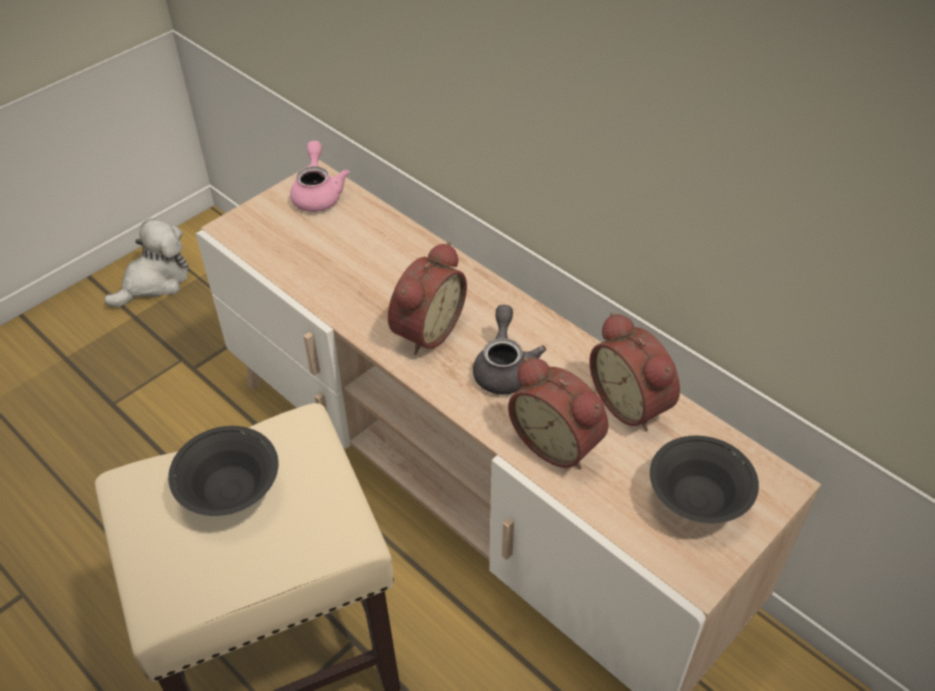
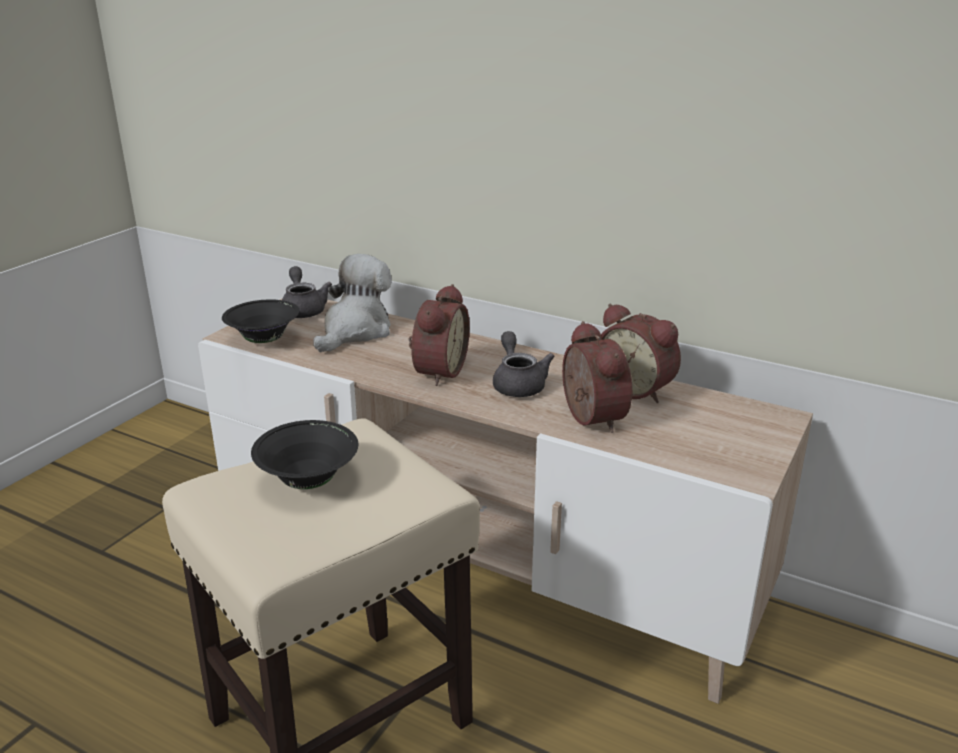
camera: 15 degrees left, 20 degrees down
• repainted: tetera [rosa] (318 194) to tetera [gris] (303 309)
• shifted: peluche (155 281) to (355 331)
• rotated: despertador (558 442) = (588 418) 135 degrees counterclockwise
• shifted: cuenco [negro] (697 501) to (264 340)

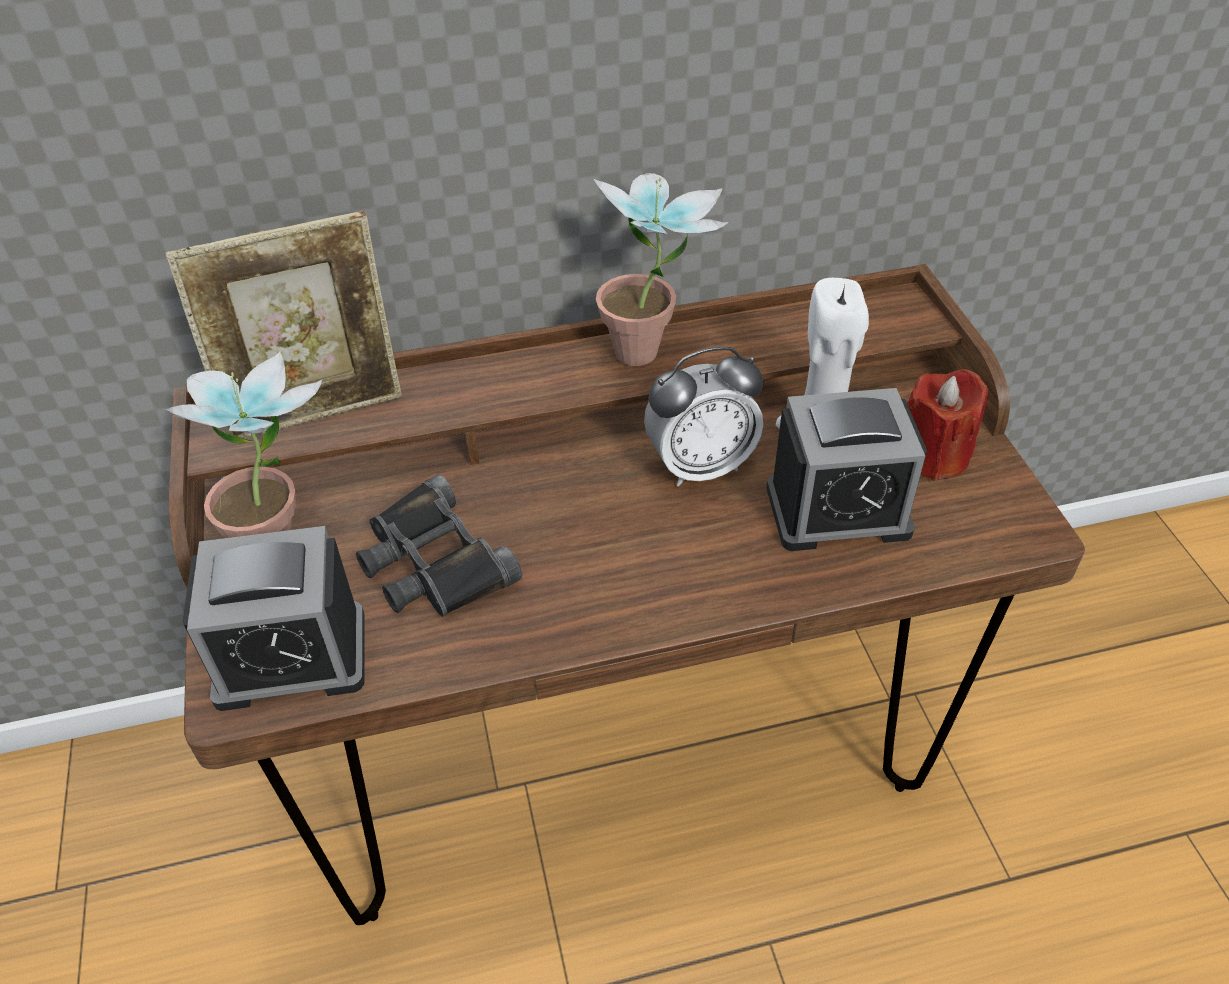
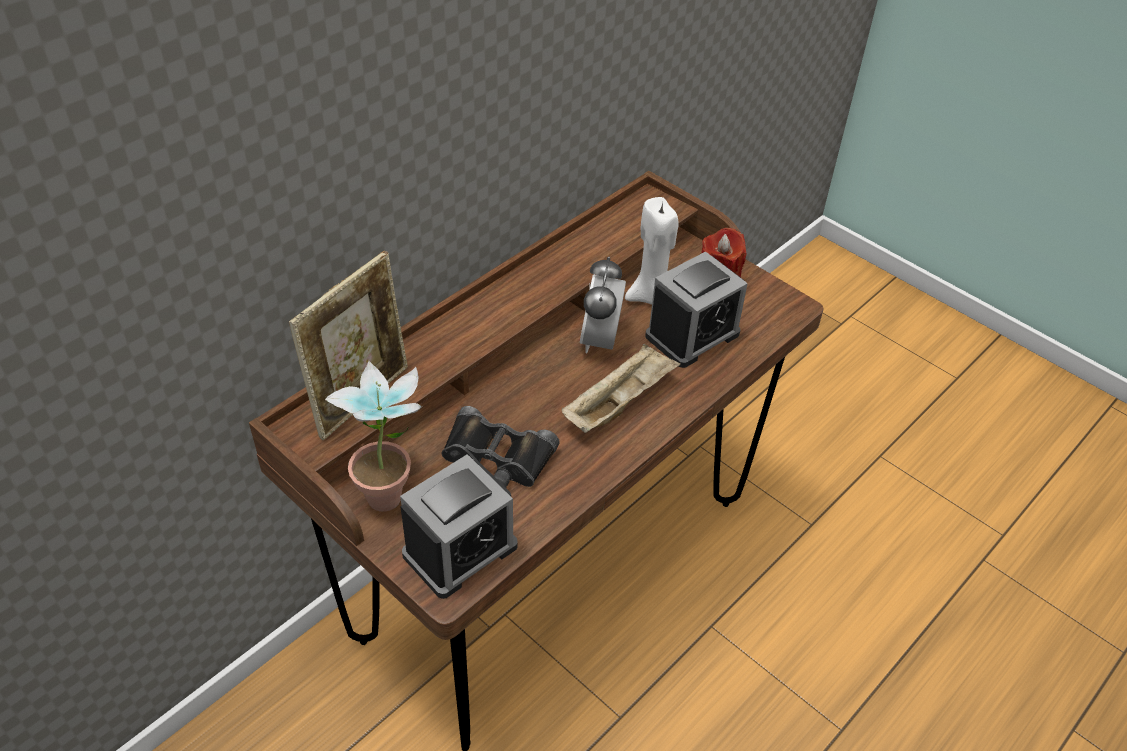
camera: 35 degrees left, 0 degrees up
• gone: planta en maceta (653 353)
• rotated: despertador (700 466) = (600 340) 150 degrees clockwise
• new: bandeja [beis] (619 402)

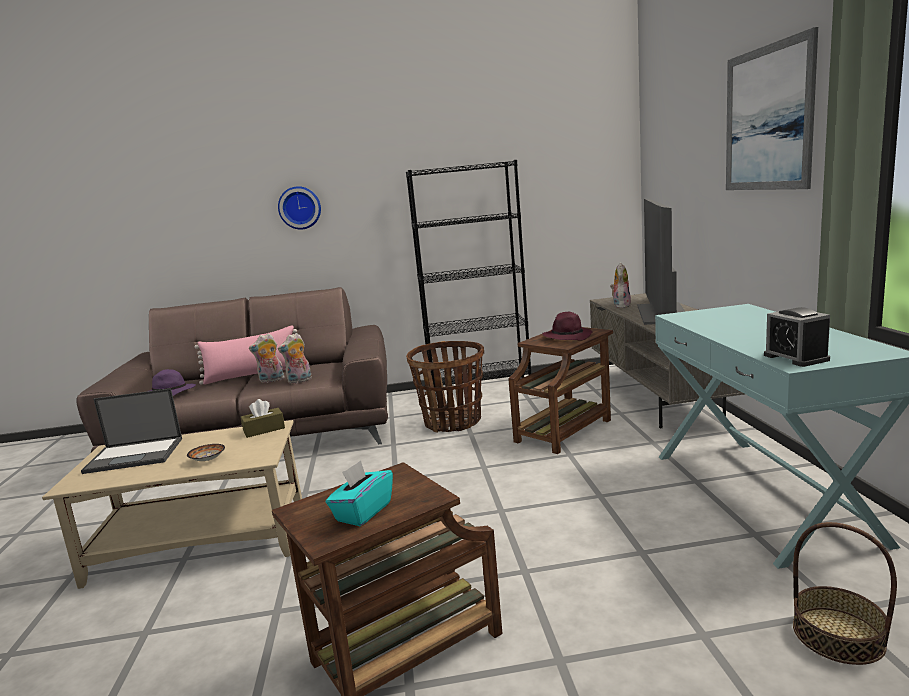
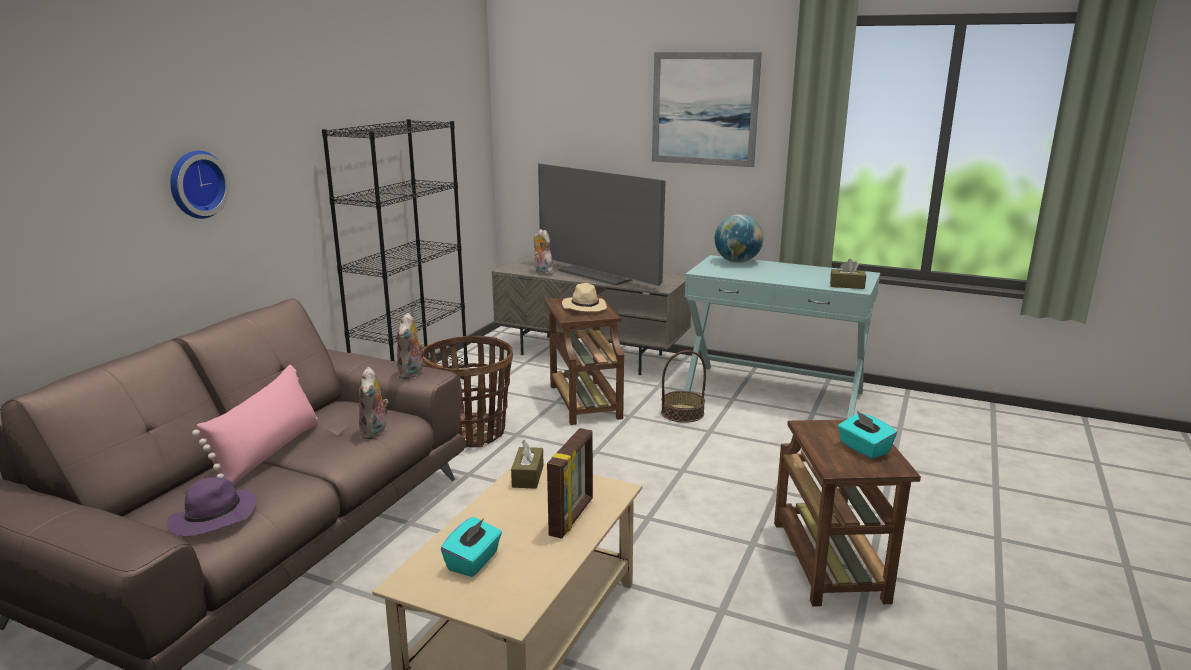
camera: 60 degrees left, 5 degrees up
• swapped: despertador (795 357) to caja de pañuelos [marrón] (847 285)
• repainted: sombrero [morado] (567 336) to sombrero [beis] (584 307)
• shifted: peluche (271 380) to (412 374)
• swapped: portátil (136 455) to caja de pañuelos [turquesa] (473 561)
• swapped: cuenco (208 460) to portarretratos (572 517)
• shifted: cesta (837 635) to (682 413)
• new: globo terráqueo (737 262)

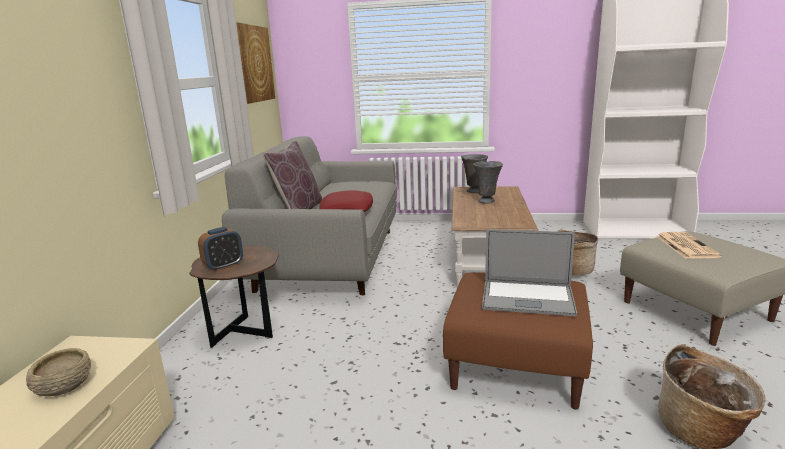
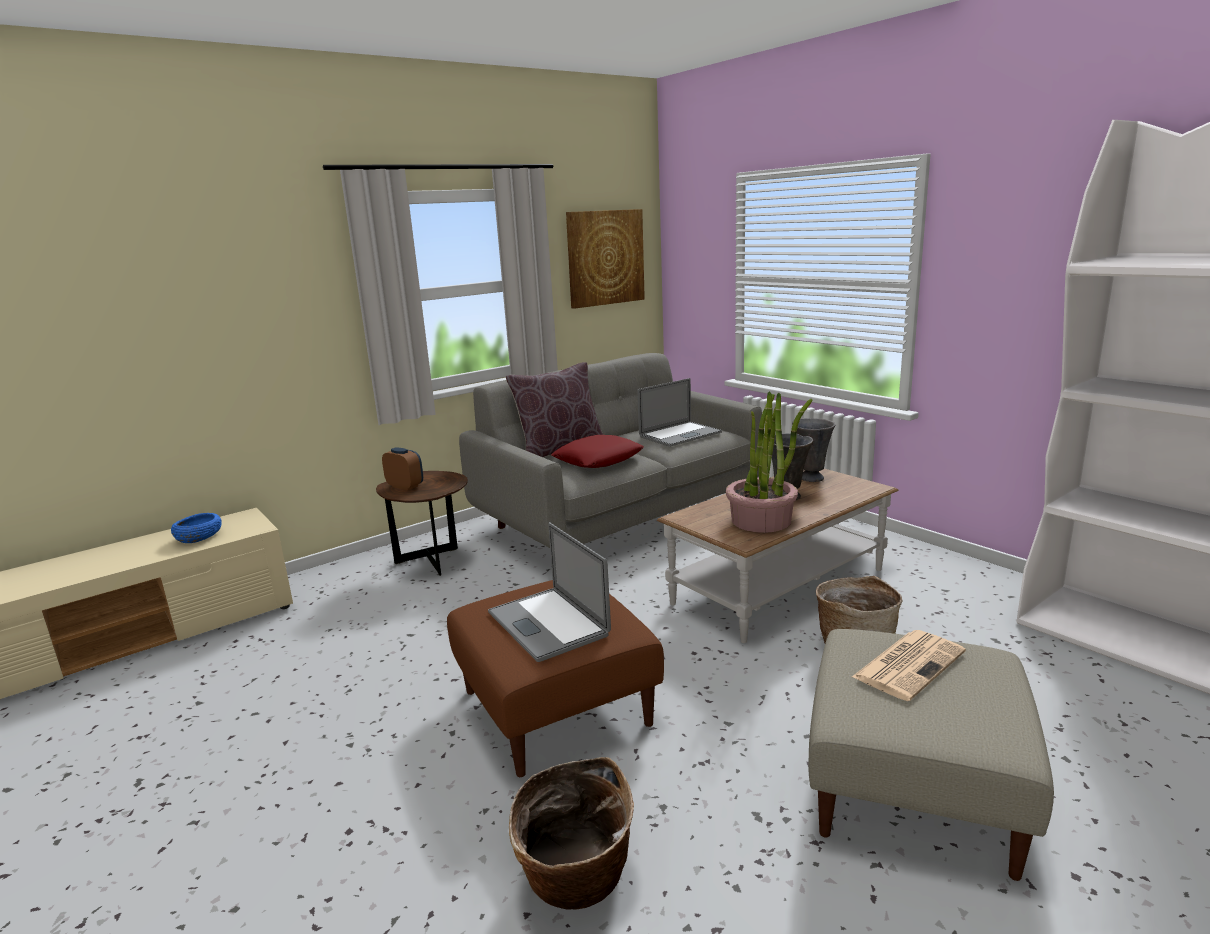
camera: 45 degrees right, 0 degrees up
• rotated: despertador (224 266) = (405 486) 150 degrees counterclockwise
• repainted: cuenco [beis] (63 384) to cuenco [azul] (199 537)
• new: portátil (680 434)
• new: planta en maceta (762 520)

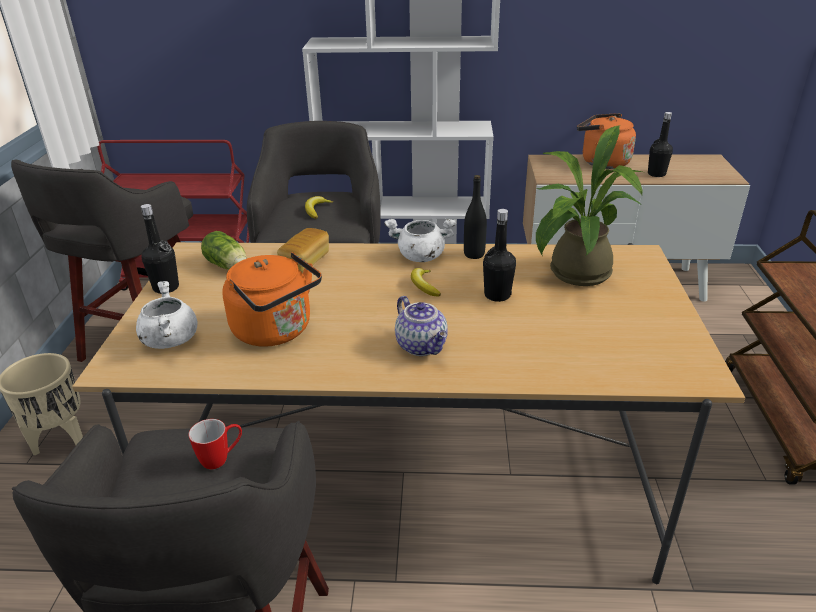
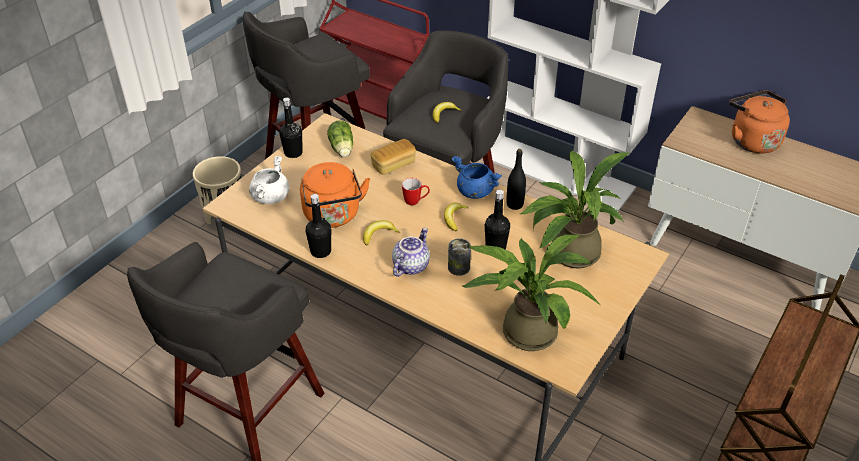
camera: 30 degrees right, 10 degrees up
• shifted: botella [negro] (656 174) to (320 251)
• repainted: olla [blanco] (420 257) to olla [azul] (474 191)
• rotated: tetera (422 346) = (410 265) 150 degrees counterclockwise
• shifted: taza grande (221 458) to (416 201)
• new: plátano (378 235)
• new: planta en maceta (524 328)
• new: lata (459 267)

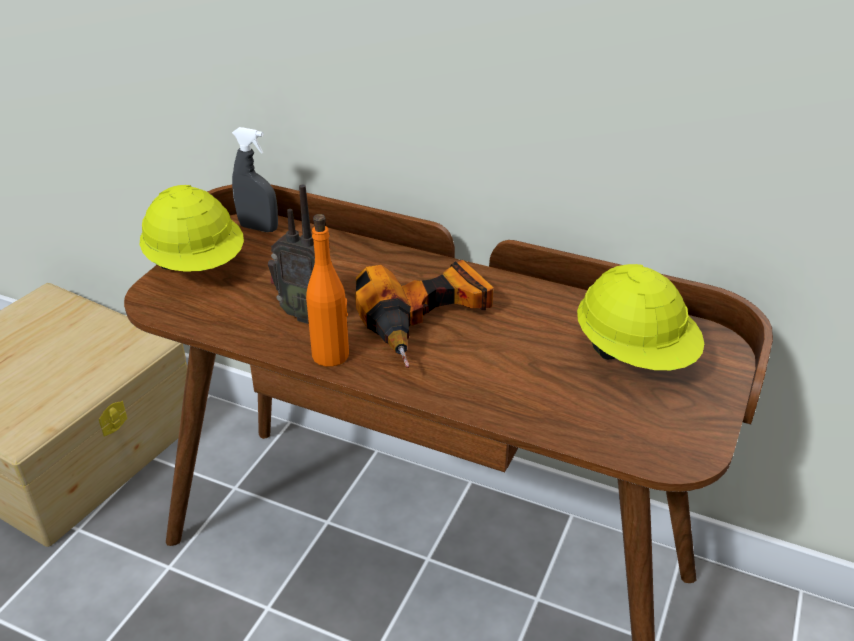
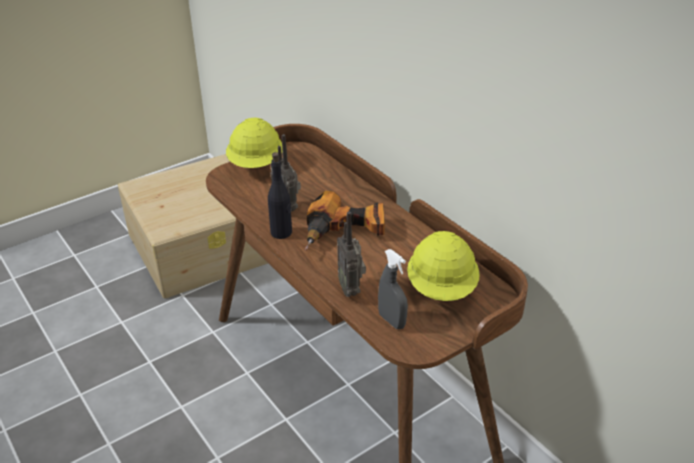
camera: 30 degrees right, 0 degrees up
• shifted: pulverizador [gris] (258 228) to (392 321)
• repainted: botella [naranja] (331 355) to botella [negro] (281 233)
• new: radio (351 289)

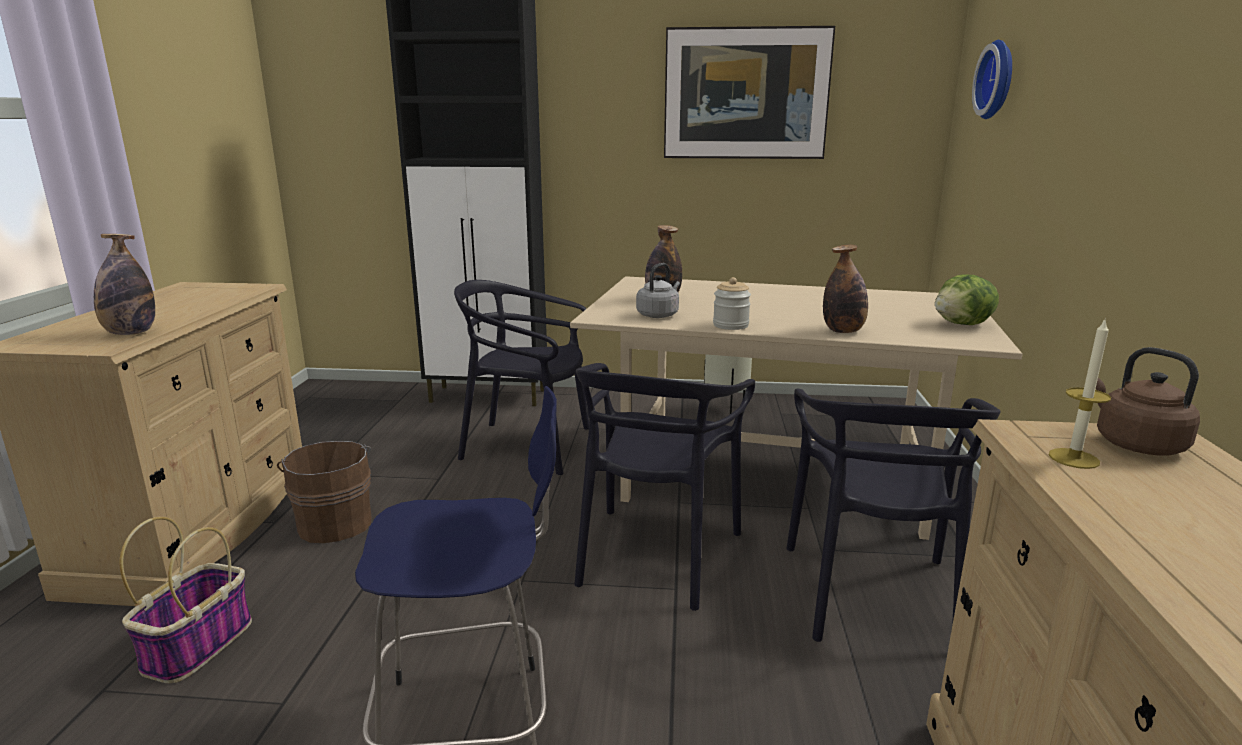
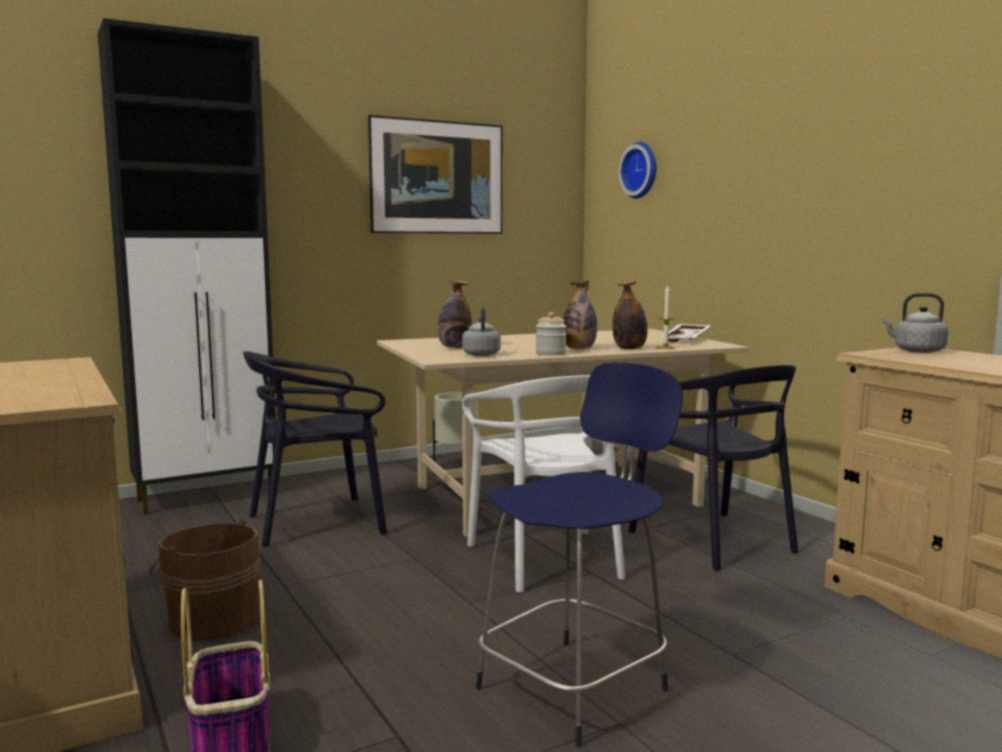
camera: 35 degrees left, 10 degrees down
• shifted: botella (131 333) to (579 349)
• swapped: lechuga (963 324) to bandeja [blanco] (686 340)
• shifted: vela (1073 458) to (665 348)
• repainted: hervidor [marrón] (1134 444) to hervidor [gris] (916 351)
• repainted: silla [negro] (656 555) to silla [blanco] (547 560)

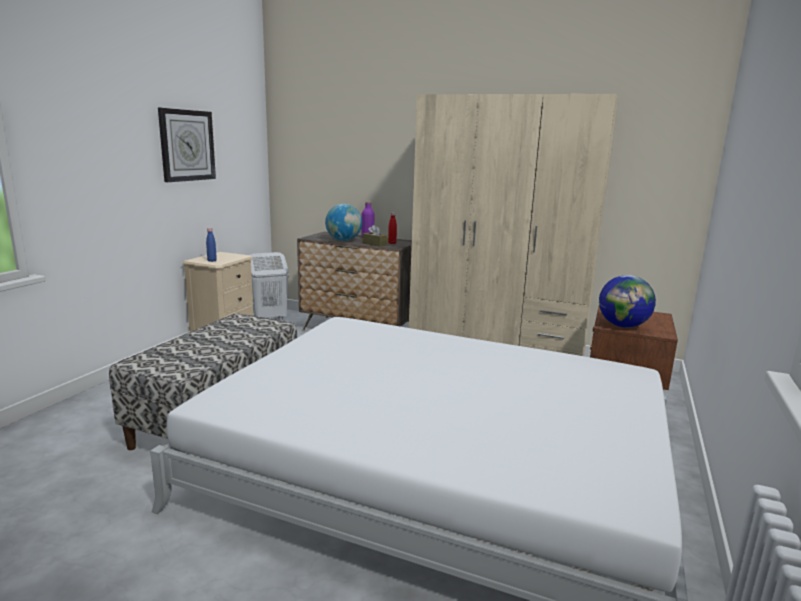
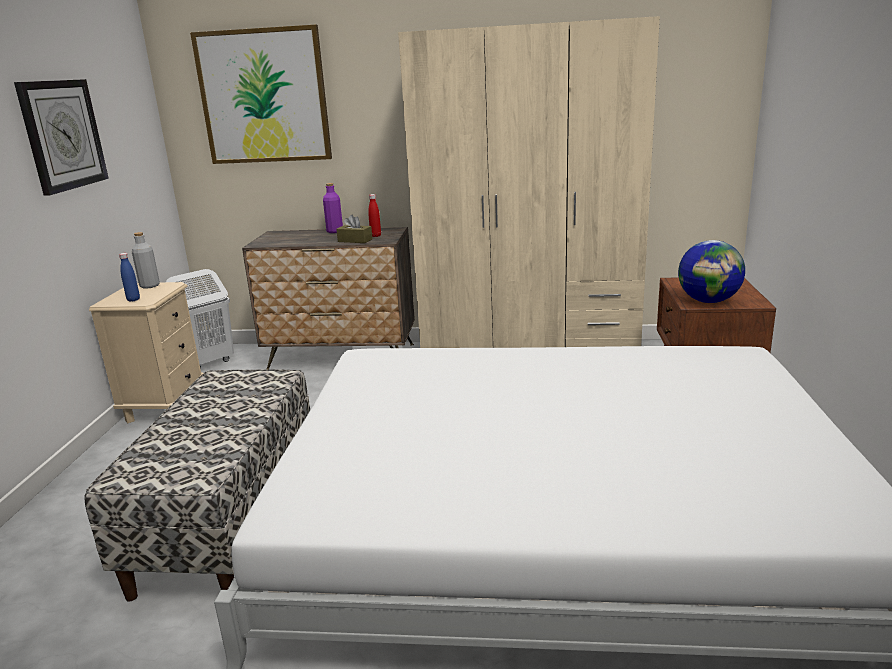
camera: 15 degrees left, 5 degrees up
• gone: globo terráqueo (343 240)
• new: cuadro (264 96)
• new: botella [gris] (149 286)

